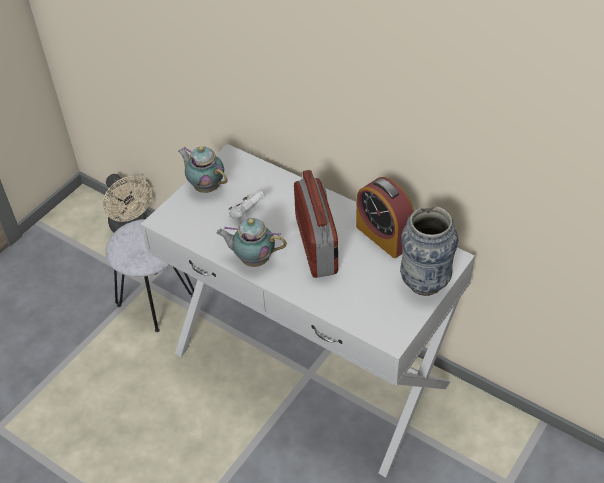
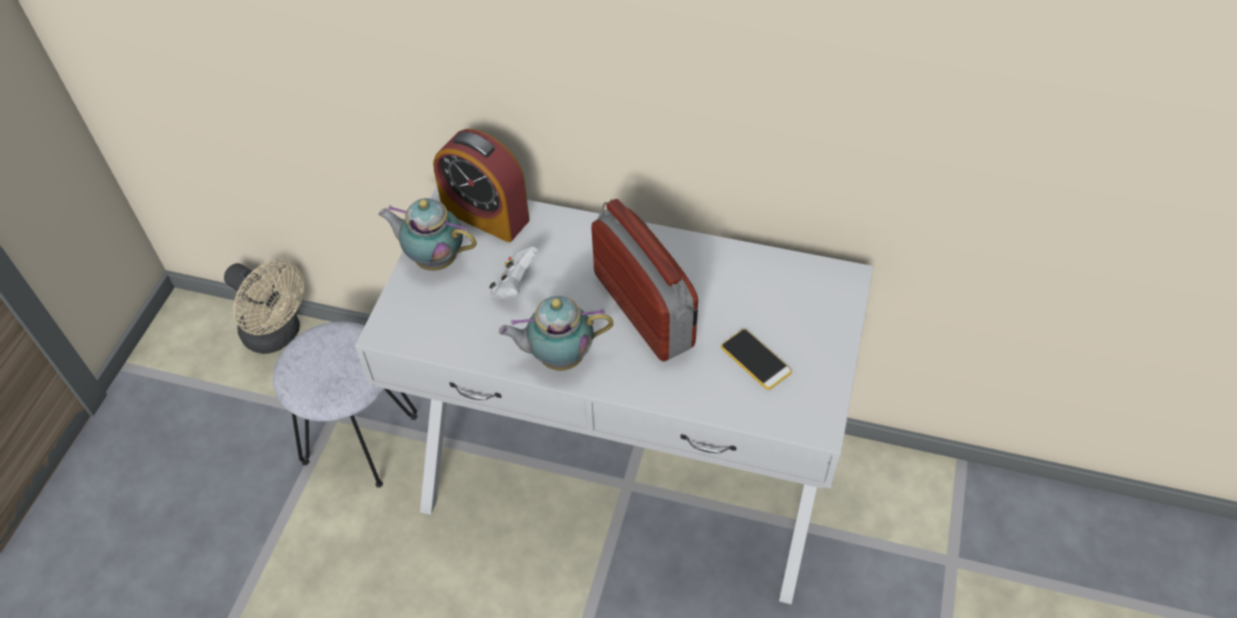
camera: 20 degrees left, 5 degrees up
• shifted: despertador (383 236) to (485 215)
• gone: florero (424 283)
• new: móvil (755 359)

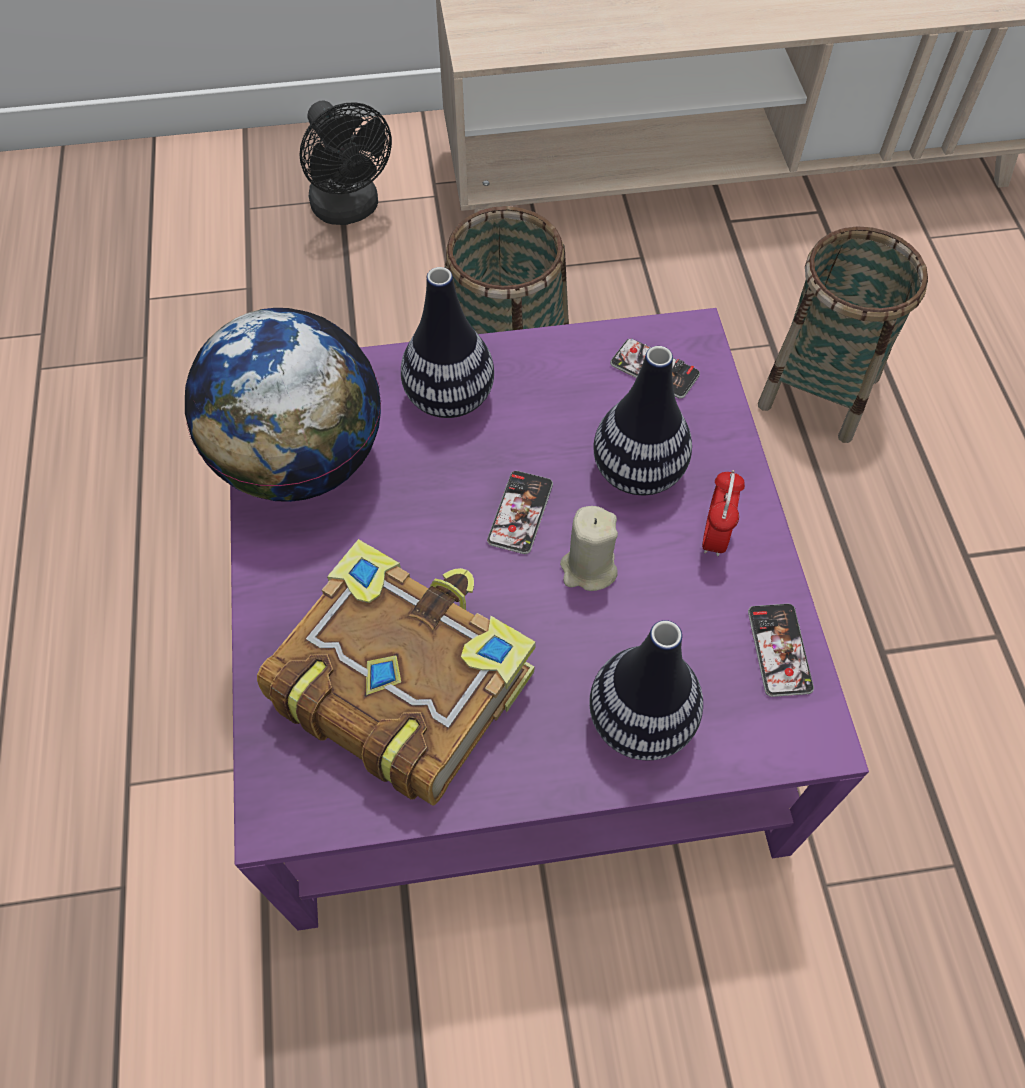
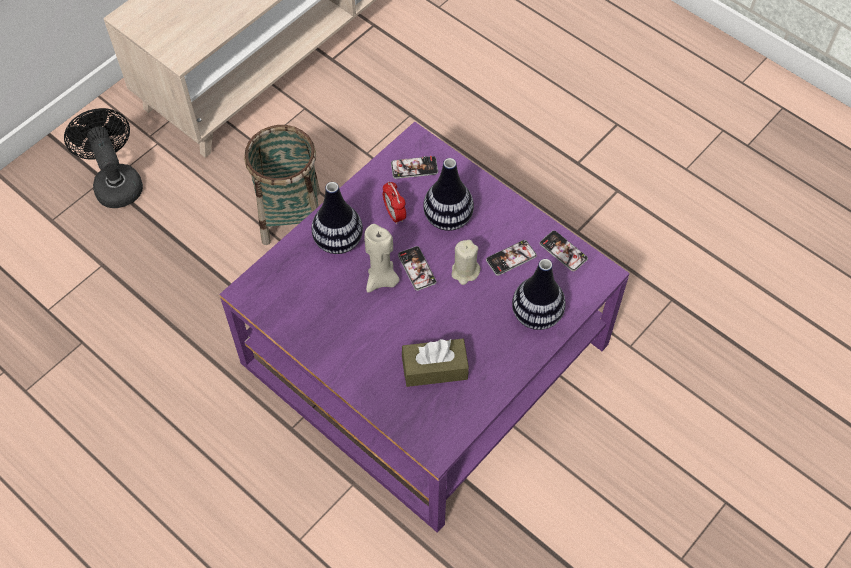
camera: 40 degrees left, 0 degrees up
• rotated: ventilador [negro] (350 210) = (116 182) 135 degrees counterclockwise
• gone: cesta (818 392)
• gone: globo terráqueo (300 461)
• shifted: despertador (714 536) to (394 214)
• swapped: libro (400 682) to caja de pañuelos [marrón] (435 368)
• new: vela [beis] (382 280)
• new: móvil (511 258)

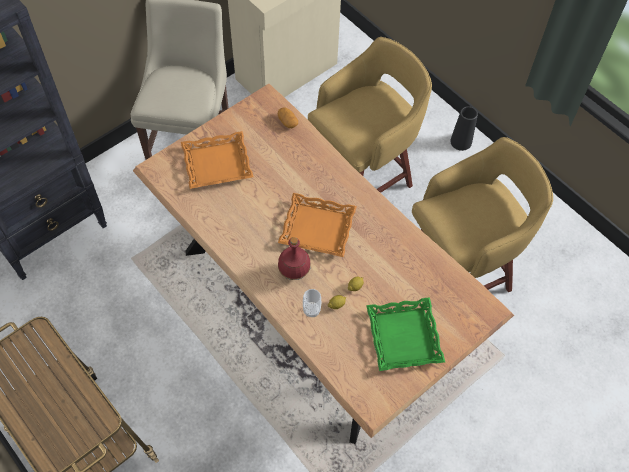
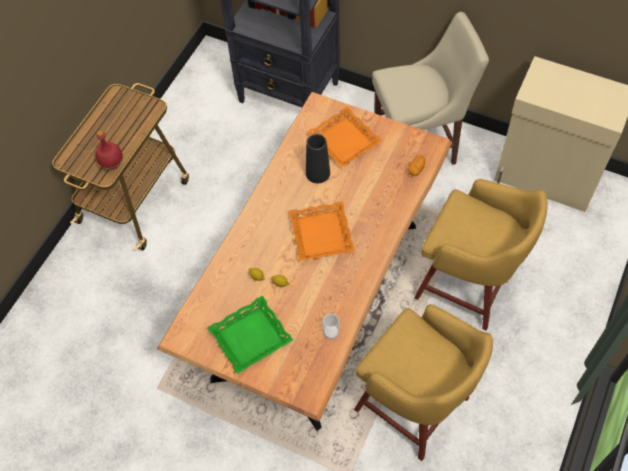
camera: 70 degrees right, 0 degrees up
• shifted: florero [negro] (461 142) to (317 173)
• shifted: botella [rojo] (294 272) to (112 165)
• shifted: taza (311 310) to (331 333)

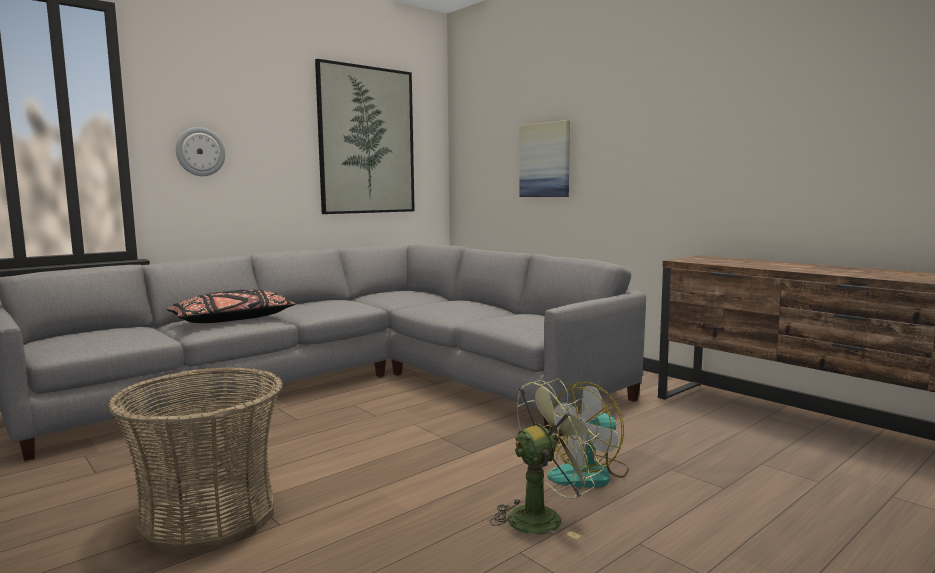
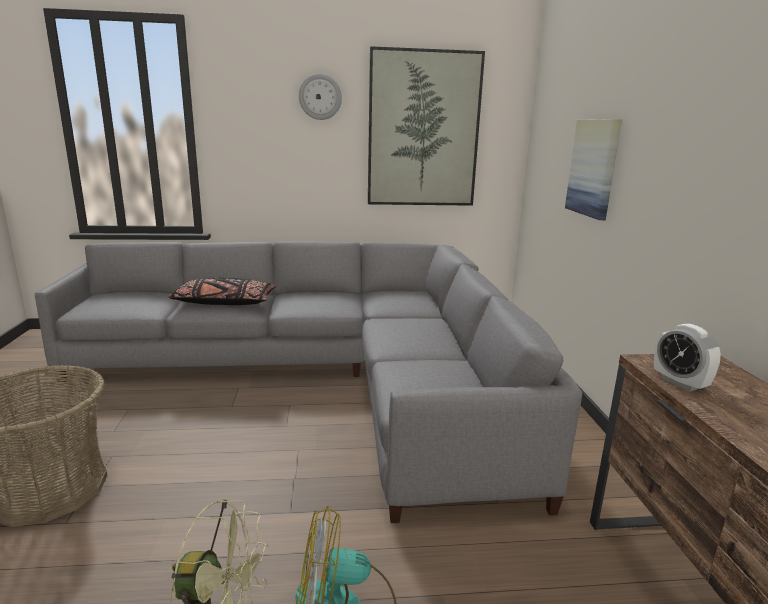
camera: 35 degrees right, 10 degrees up
• shifted: reloj de pared (200 152) to (320 97)
• new: despertador (679 383)

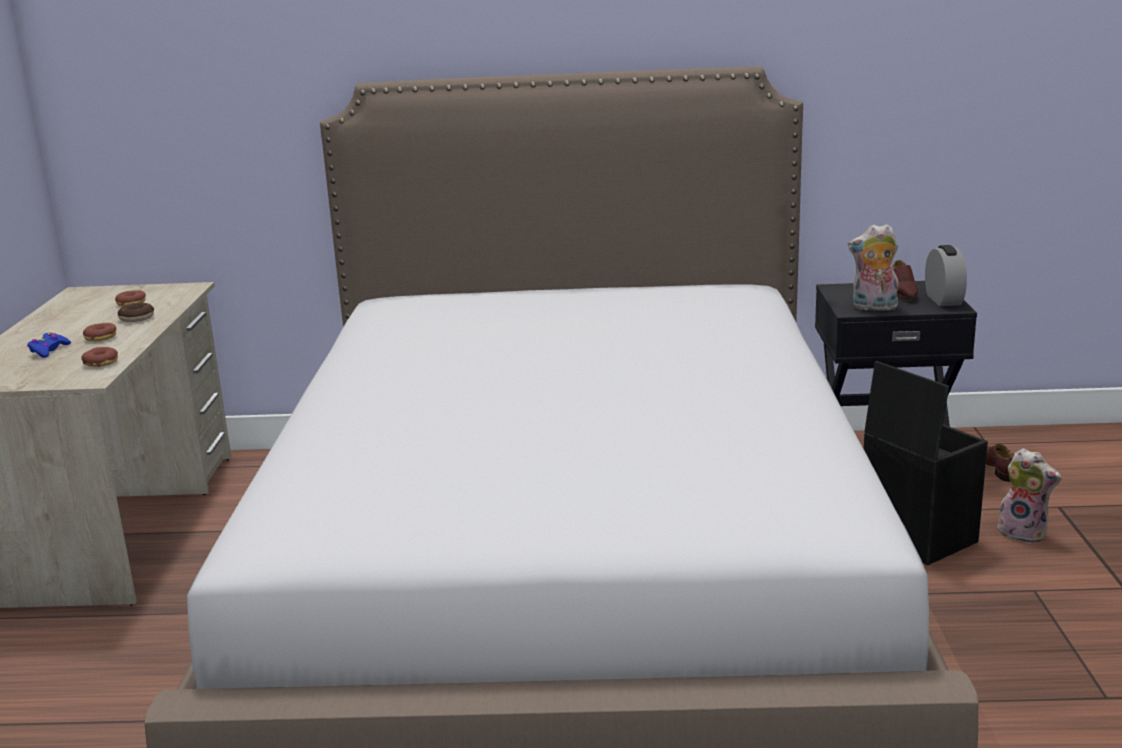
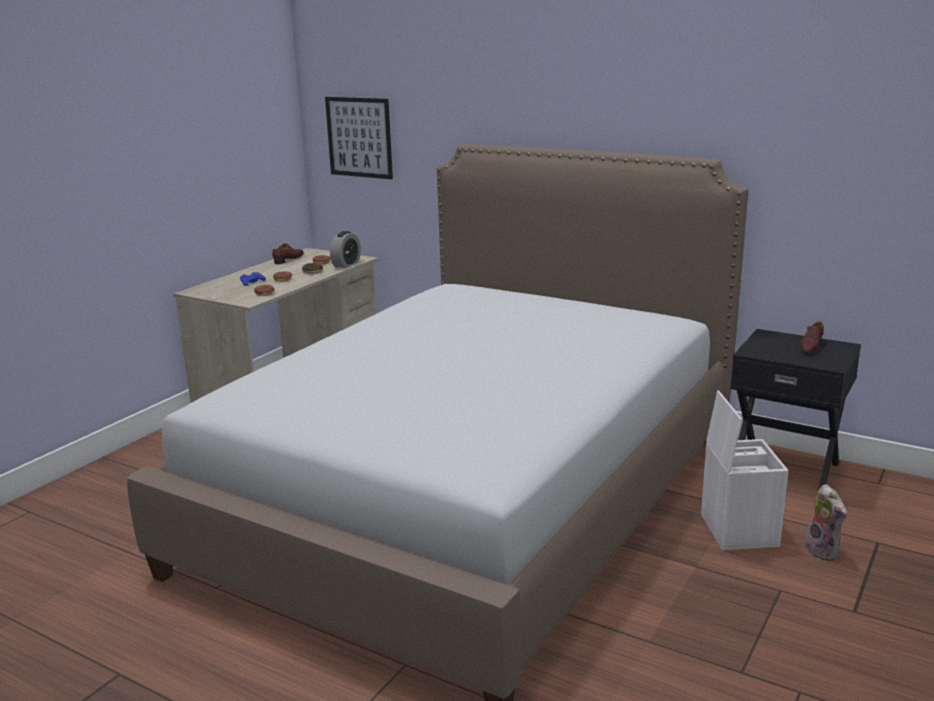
camera: 30 degrees right, 0 degrees up
• gone: peluche (873 308)
• shifted: despertador (943 300) to (346 264)
• repainted: caja de almacenaje [negro] (915 536) to caja de almacenaje [blanco] (737 529)
• shifted: zapato [marrón] (997 467) to (289 259)
• new: cuadro (359 137)

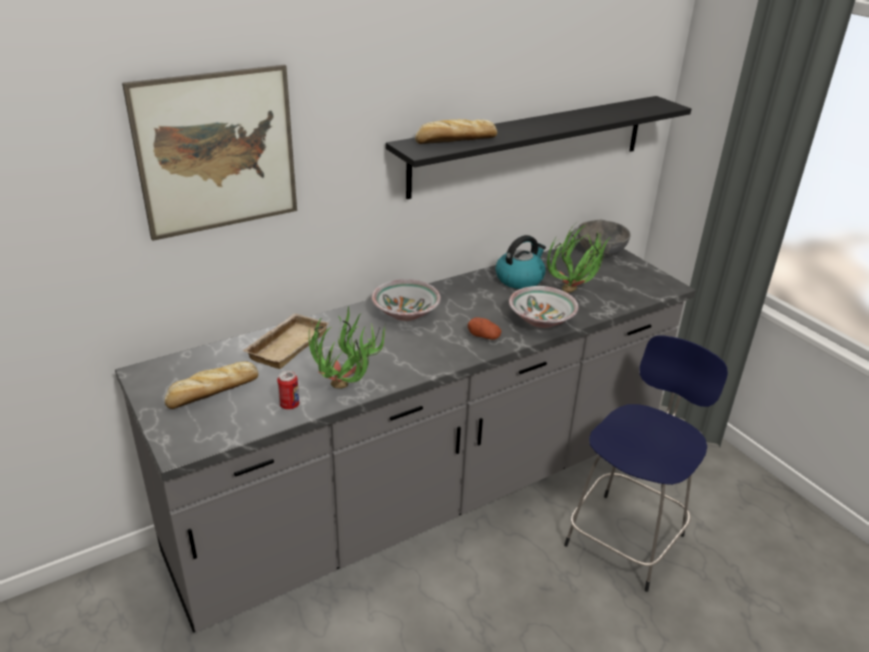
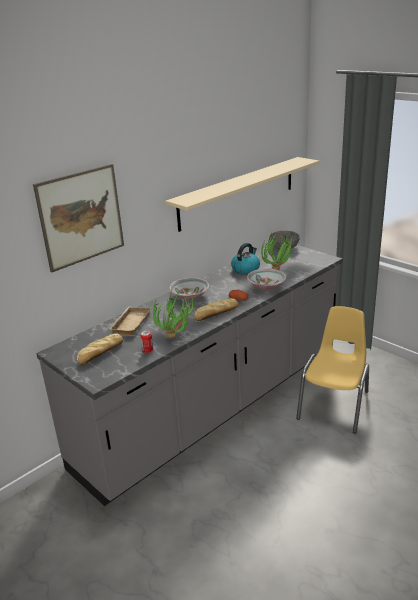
camera: 10 degrees left, 5 degrees down
• repainted: estante [negro] (531 145) to estante [beis] (238 192)
• shifted: pan (455 140) to (216 314)
• swapped: taburete [azul] (627 537) to silla [amarillo] (334 405)

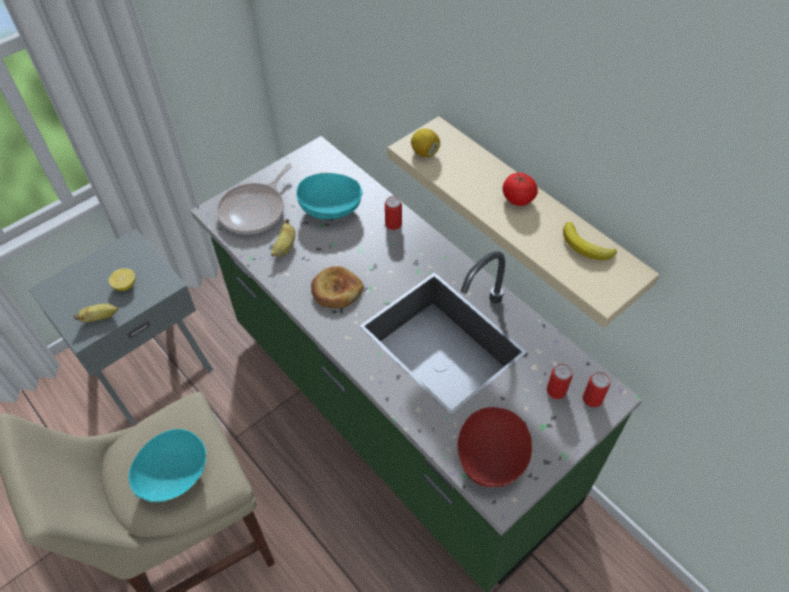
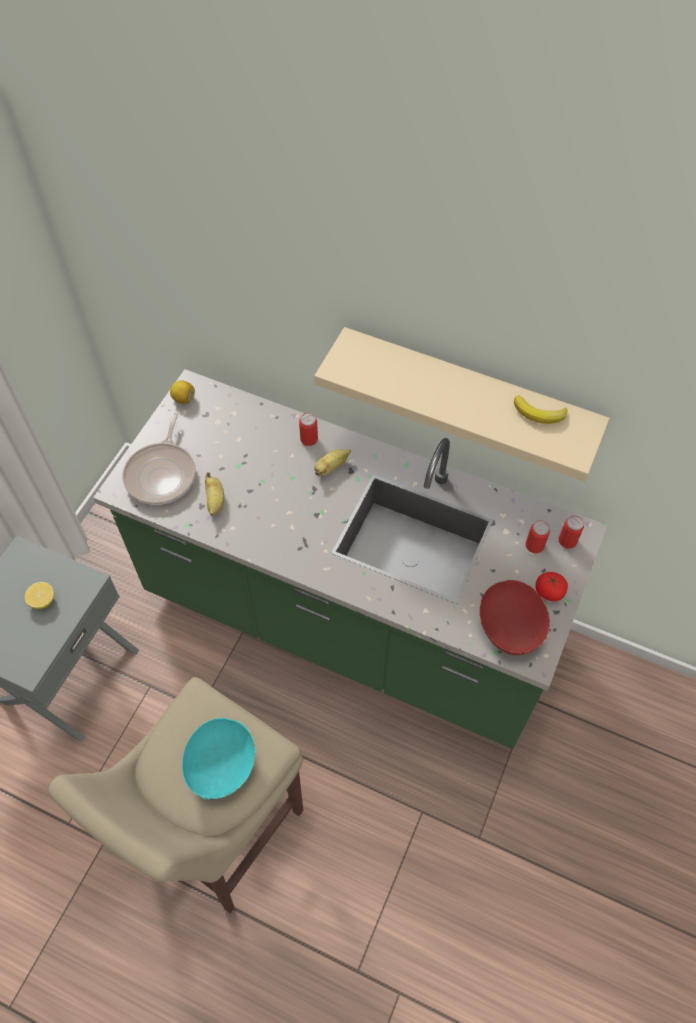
camera: 25 degrees left, 5 degrees up
• shifted: limón (425 152) to (184 399)
• gone: cuenco [turquesa] (331 208)
• shifted: tomate (517 199) to (549 592)
• gone: pan (336 290)
• shifted: plátano (100 317) to (331 467)

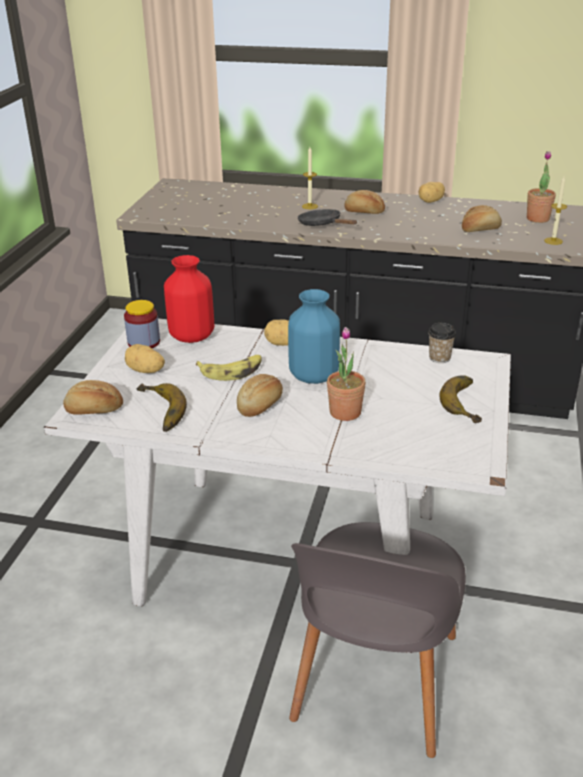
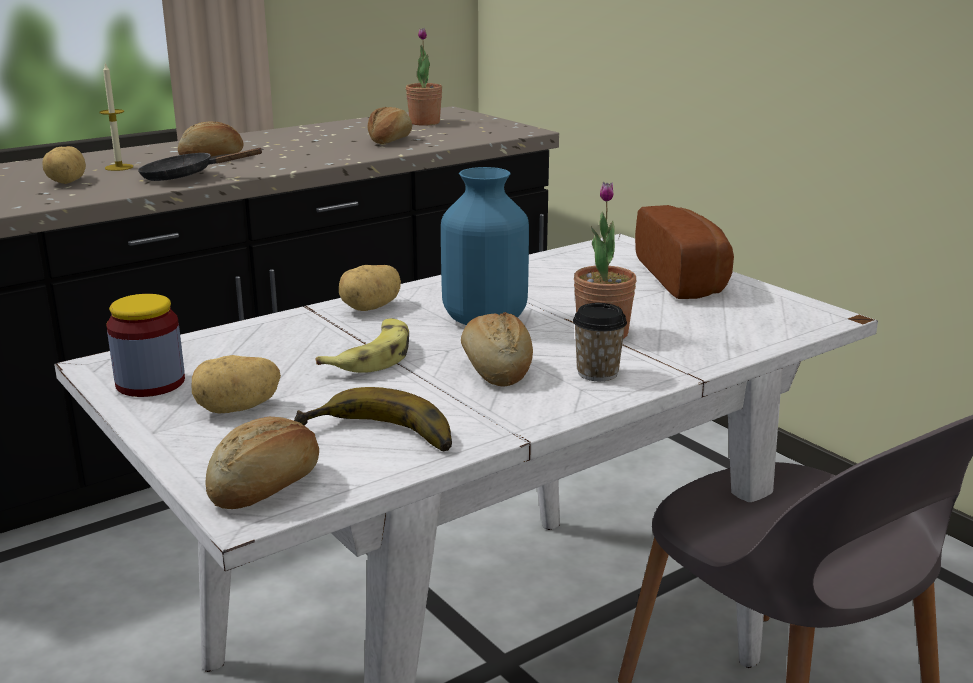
camera: 50 degrees left, 10 degrees down
• gone: vela (553 241)
• shifted: patata (431 201) to (69 182)
• gone: florero [rojo] (191 336)
• shifted: taza (439 358) to (597 373)
• swapped: plátano (468 402) to pan (686 278)

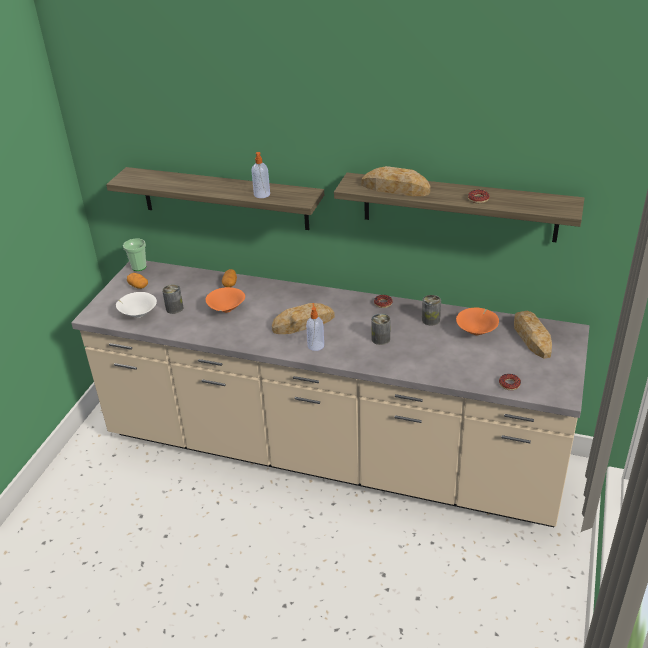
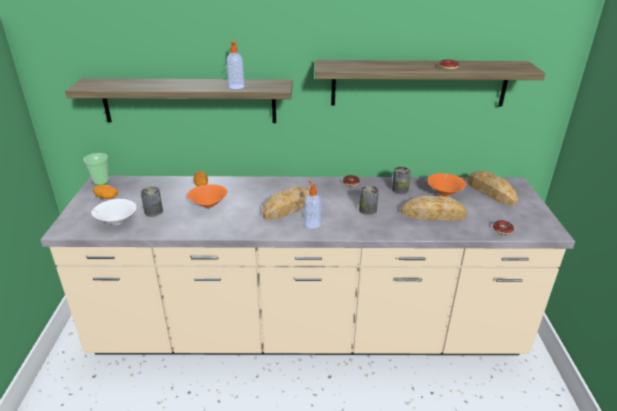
camera: 20 degrees left, 5 degrees down
• shifted: pan (395 188) to (433 214)

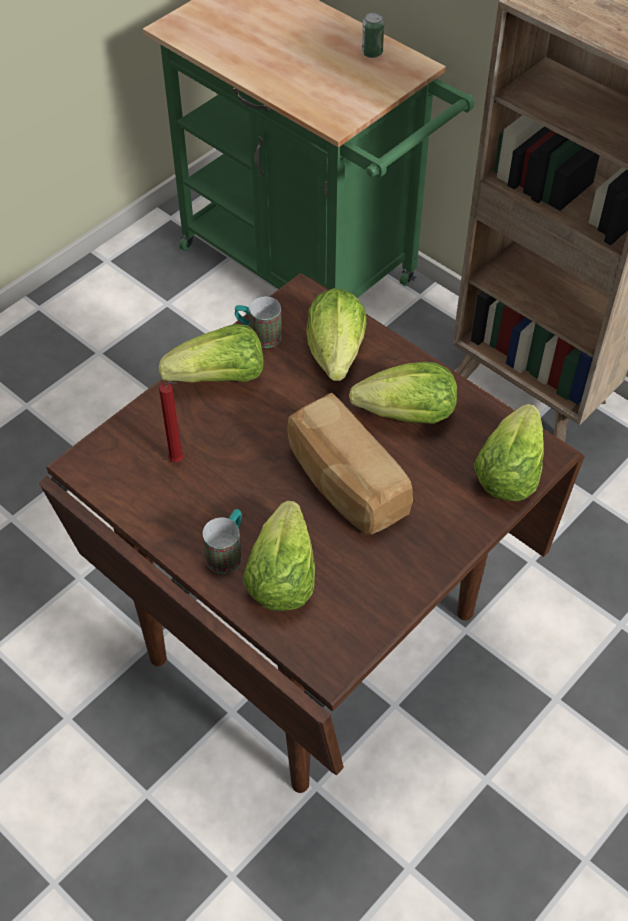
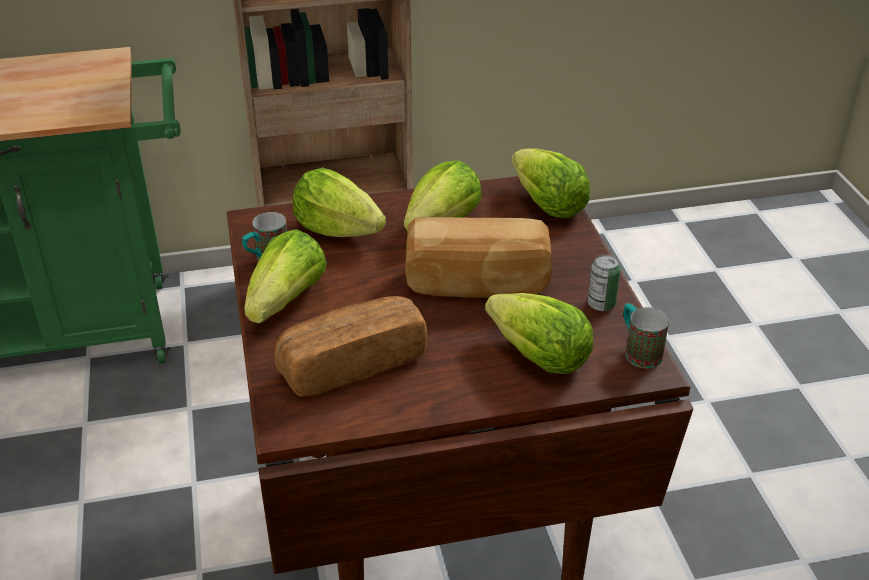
camera: 55 degrees left, 15 degrees down
• shifted: lata (372 53) to (601 304)
• swapped: vela [rojo] (178 461) to pan (351 364)
• shifted: taza grande (228 552) to (638 351)

